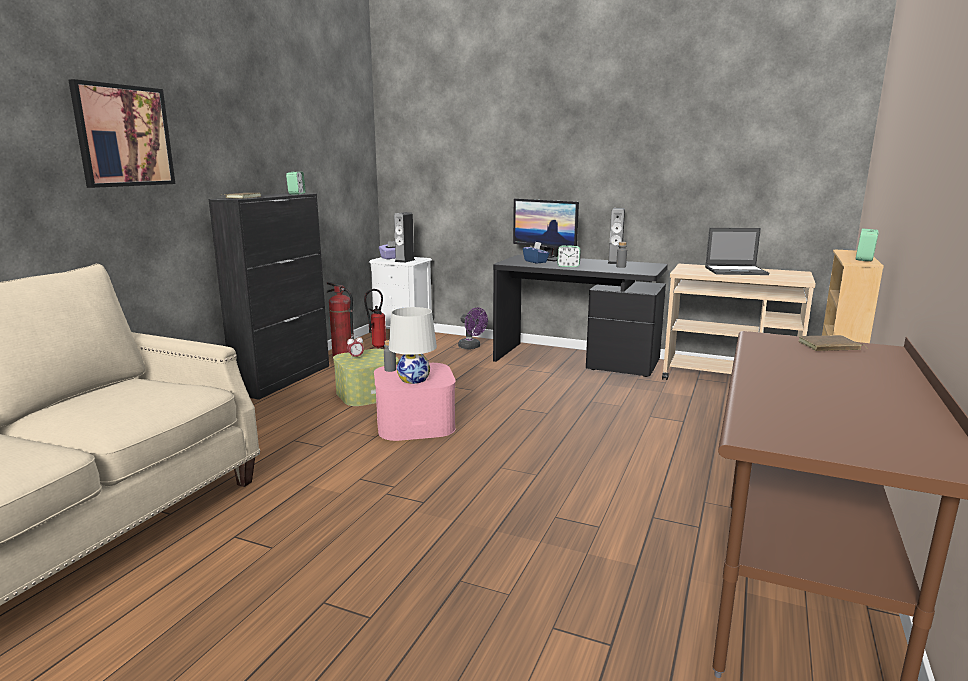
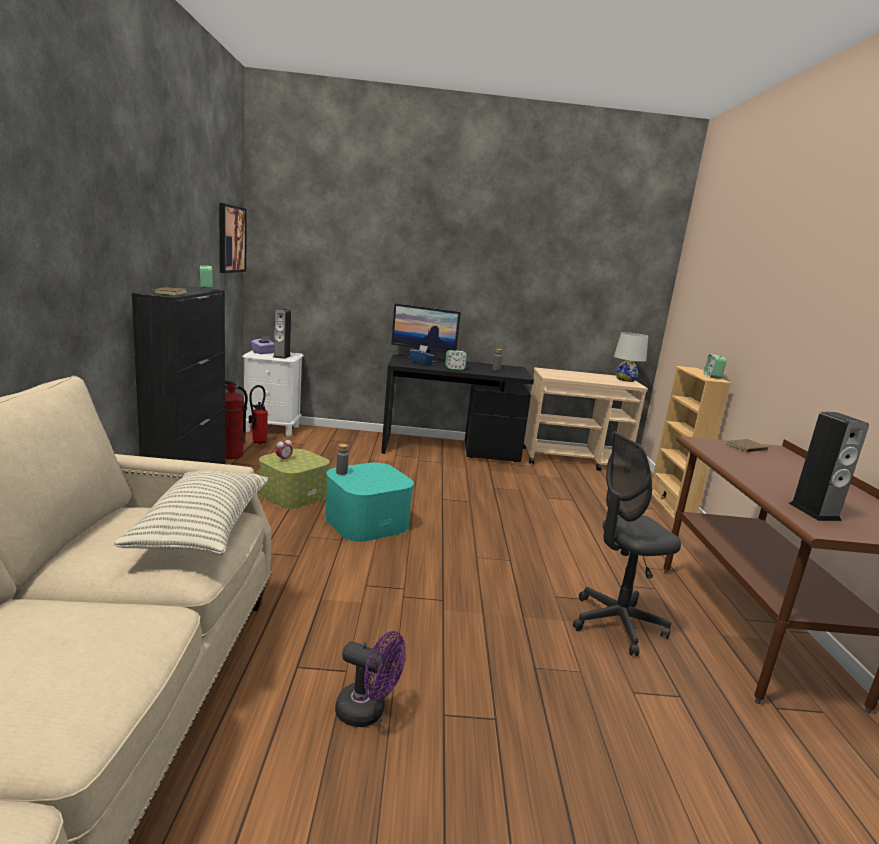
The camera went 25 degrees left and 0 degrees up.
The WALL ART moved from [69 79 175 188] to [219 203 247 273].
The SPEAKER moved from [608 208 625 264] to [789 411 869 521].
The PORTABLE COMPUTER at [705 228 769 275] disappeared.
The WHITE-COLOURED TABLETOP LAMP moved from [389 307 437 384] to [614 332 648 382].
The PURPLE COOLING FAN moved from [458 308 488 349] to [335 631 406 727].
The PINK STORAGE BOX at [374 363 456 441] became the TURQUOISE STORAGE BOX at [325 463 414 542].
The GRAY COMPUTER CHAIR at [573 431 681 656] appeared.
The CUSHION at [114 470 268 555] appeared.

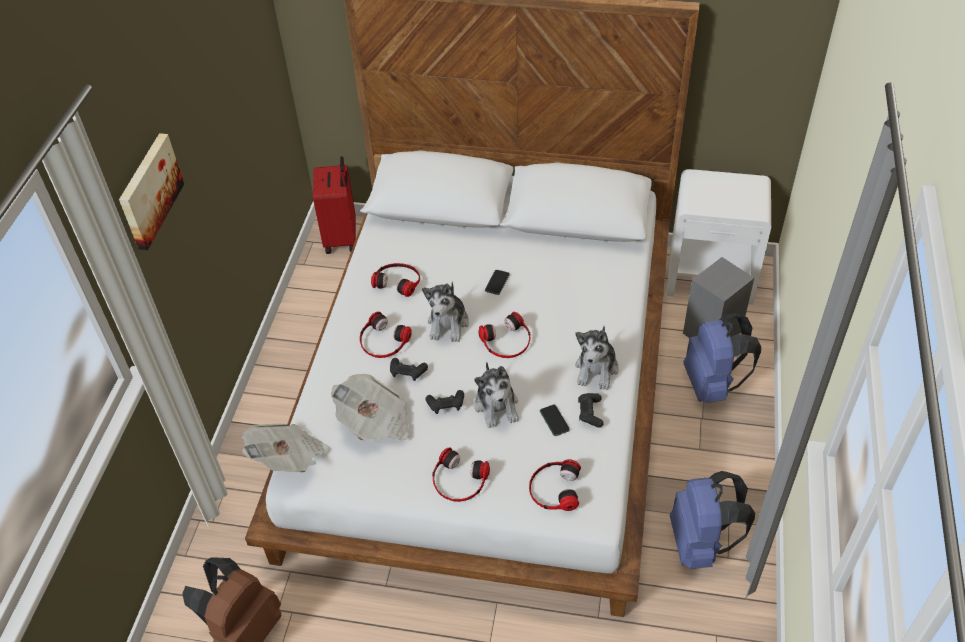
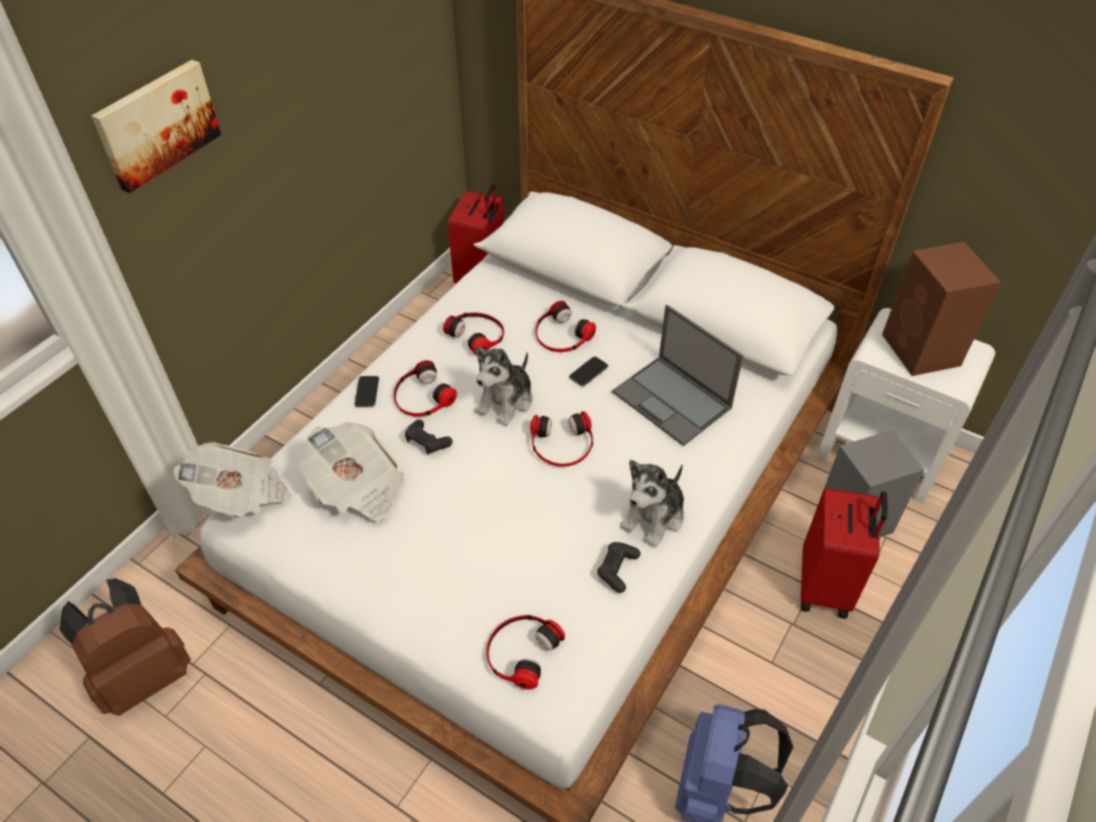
The camera went 20 degrees right and 0 degrees up.
The BLUE RUCKSACK at [683 313 761 403] was replaced by the RED PIECE OF LUGGAGE at [801 488 888 619].
The PLUSH TOY at [474 361 519 428] disappeared.
The BLACK GAME CONTROLLER at [425 390 464 414] disappeared.
The PHONE moved from [540 405 570 436] to [354 376 379 407].
The HEADPHONES moved from [432 447 490 502] to [535 301 596 352].
The BROWN SPEAKER at [882 242 1001 376] appeared.
The PORTABLE COMPUTER at [612 305 744 446] appeared.

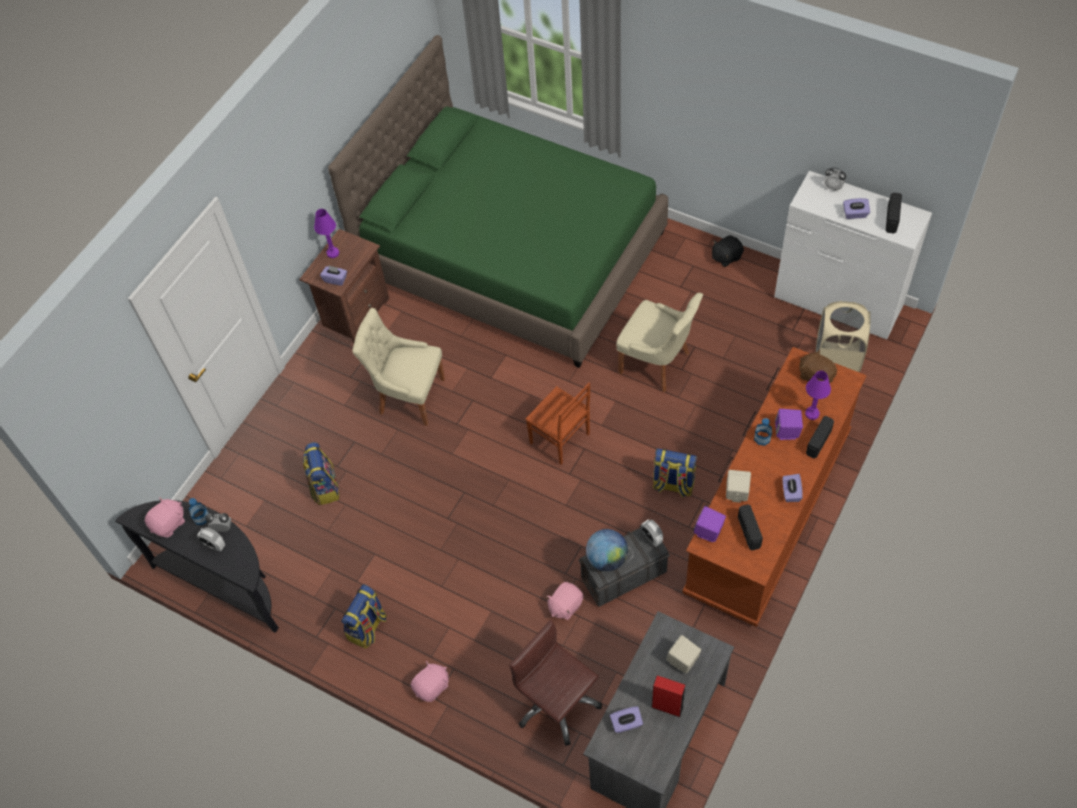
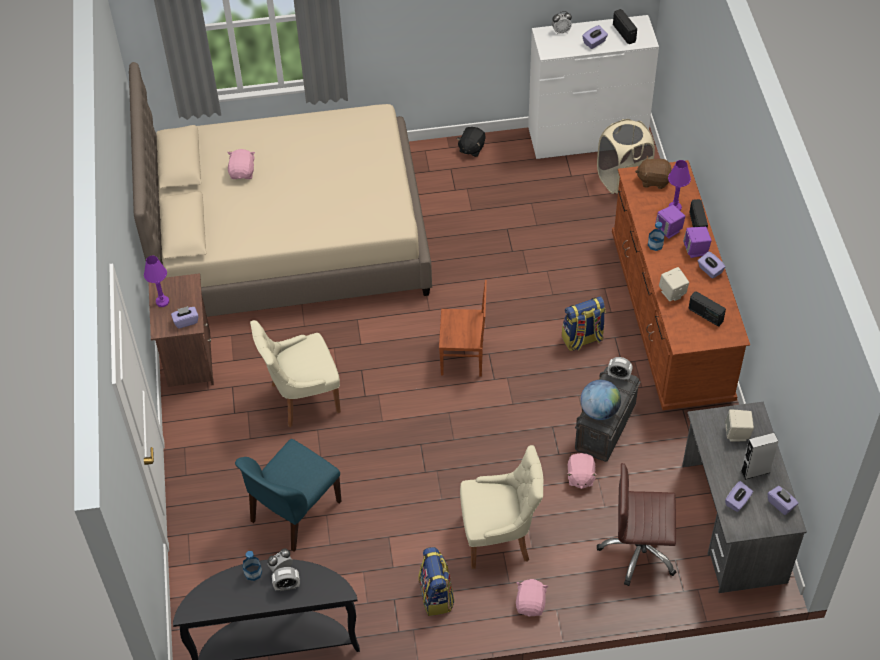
The camera went 40 degrees left and 5 degrees down.
The GREENISH BEDROOM BED at [328 35 668 368] became the BEIGE BEDROOM BED at [129 62 432 317].
The BEIGE CHAIR moved from [616 292 703 392] to [460 445 543 569].
The RUCKSACK at [303 442 339 505] was replaced by the BLUE CHAIR at [235 439 342 552].
The PINK PLUSH TOY moved from [145 497 185 537] to [227 149 255 179].
The PURPLE SPEAKER moved from [694 506 726 542] to [683 227 712 258].
The RED SPEAKER at [651 675 686 717] became the GRAY SPEAKER at [741 433 778 480].
The PURPLE BOX OF TISSUES at [768 486 799 515] appeared.

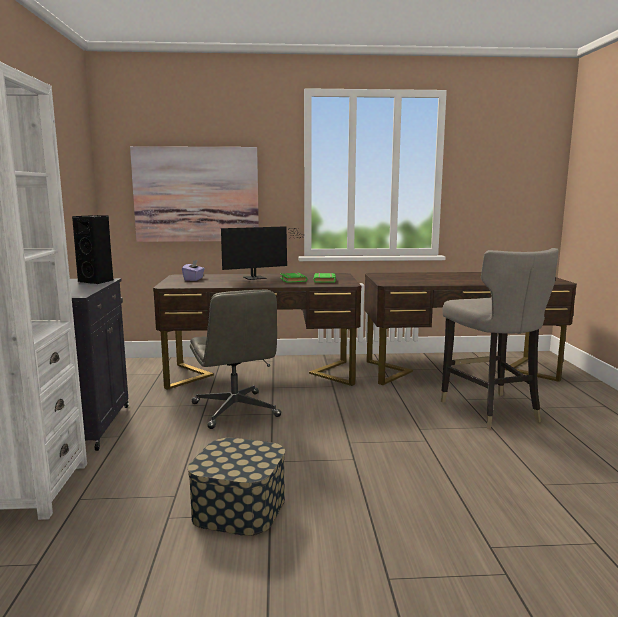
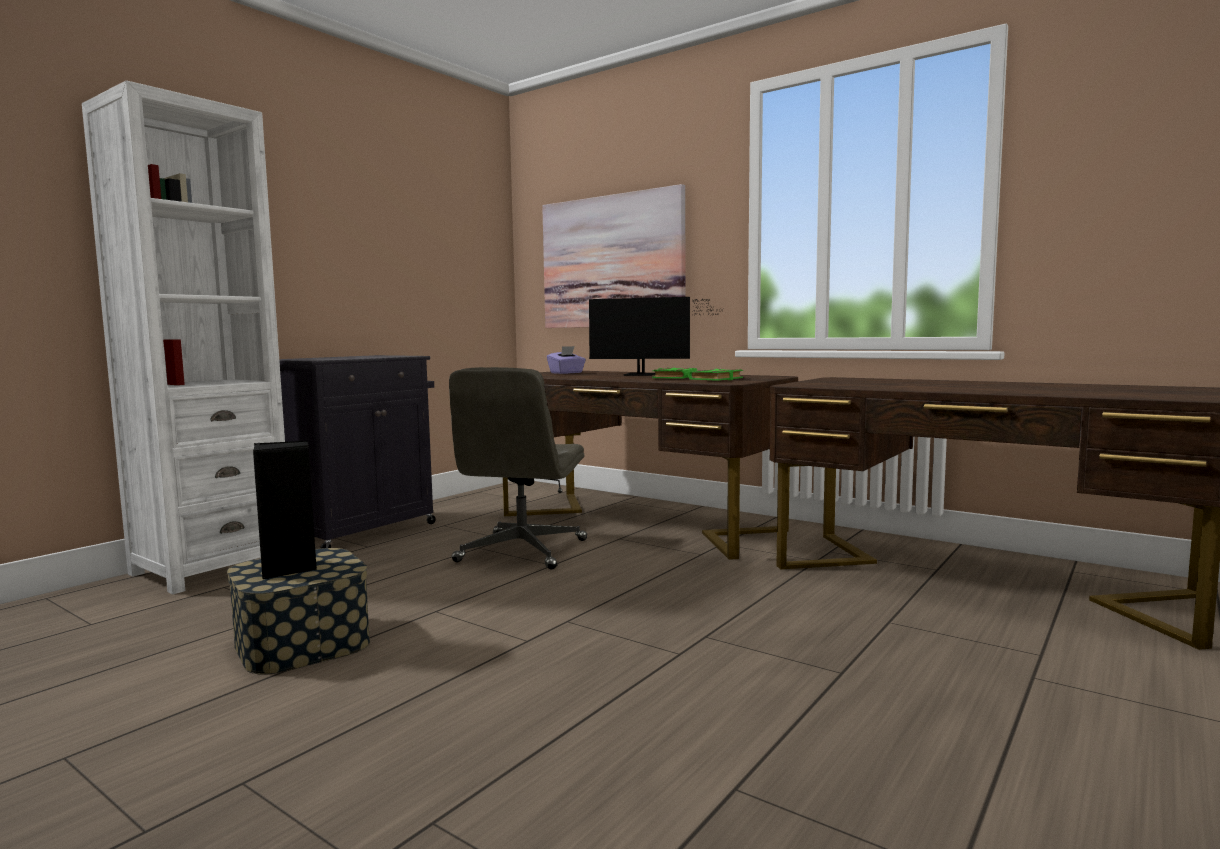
The camera went 40 degrees right and 5 degrees down.
The BLACK SPEAKER moved from [72 215 113 284] to [253 441 317 579].
The GRAY STOOL SEAT at [441 248 559 429] disappeared.

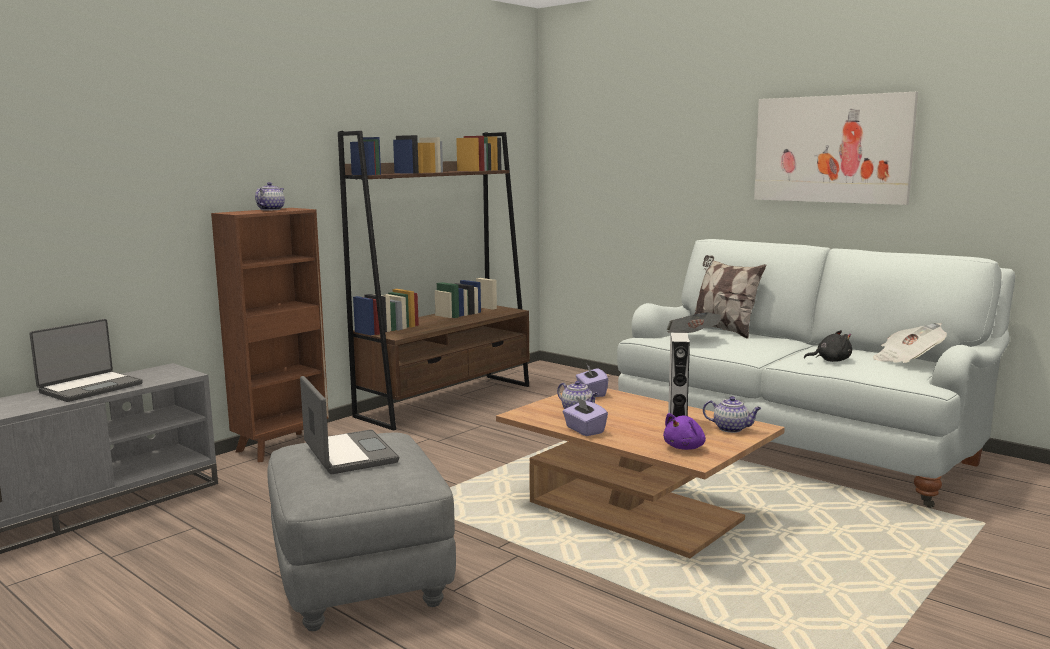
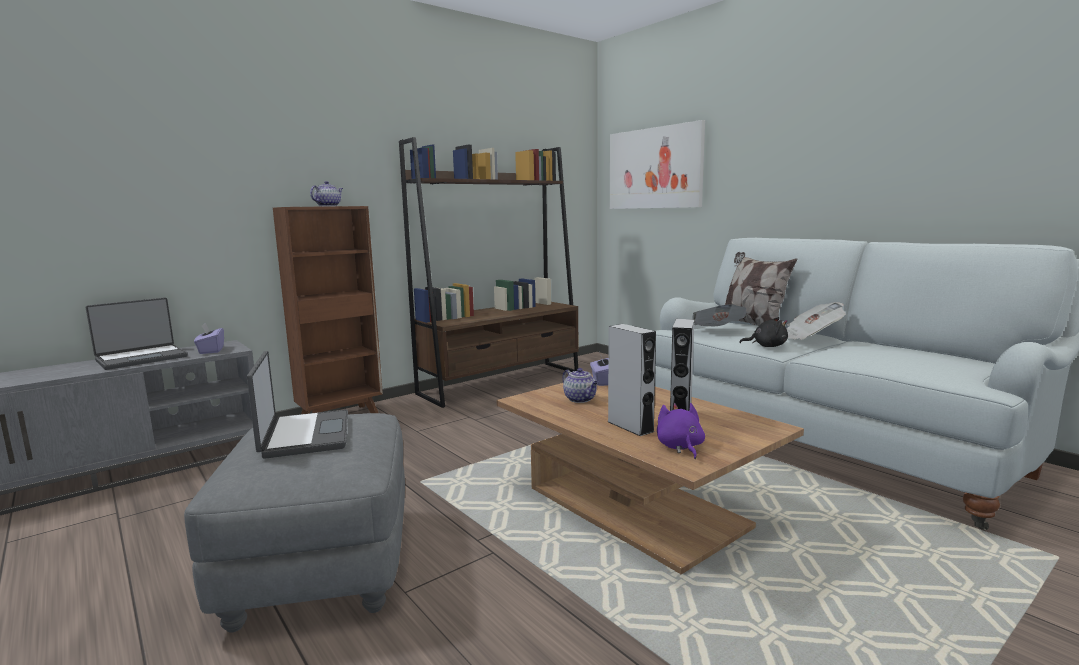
The camera went 10 degrees right and 0 degrees up.
The WALL ART moved from [754 92 918 205] to [610 120 705 209].
The PRINTED PAPER moved from [873 323 947 363] to [786 302 846 340].
The BLACK PLUSH TOY moved from [804 330 852 362] to [739 317 788 347].
The PURPLE BOX OF TISSUES moved from [563 396 608 436] to [194 323 224 354].
The TEAPOT at [703 396 762 433] disappeared.
The PURPLE PLUSH TOY at [663 413 706 450] turned 120 degrees clockwise.
The GRAY SPEAKER at [608 324 656 436] appeared.

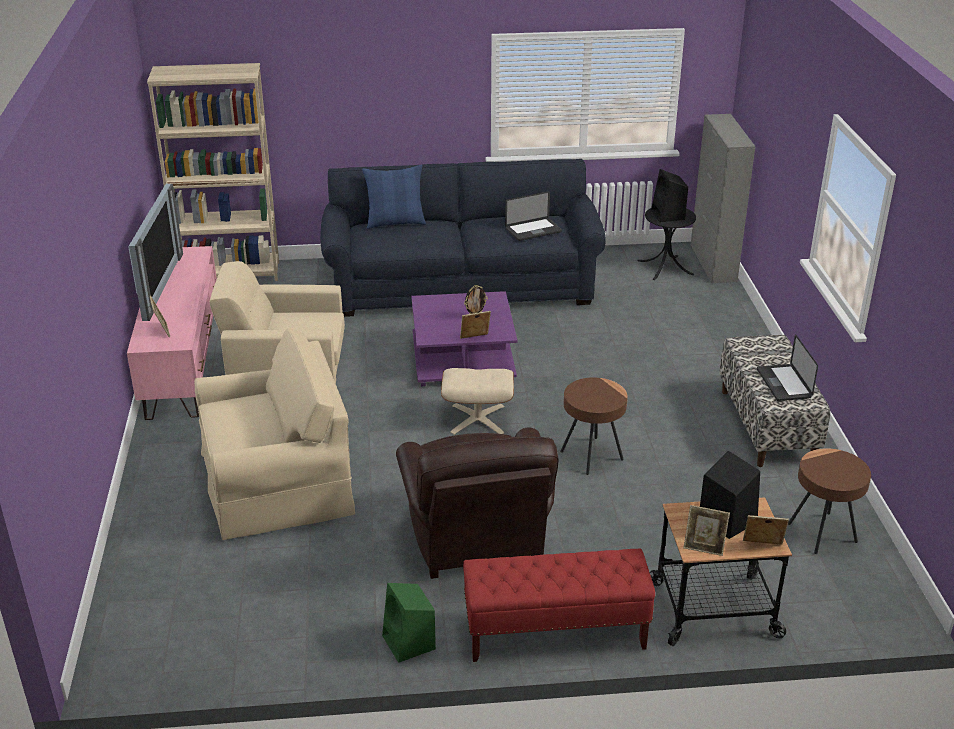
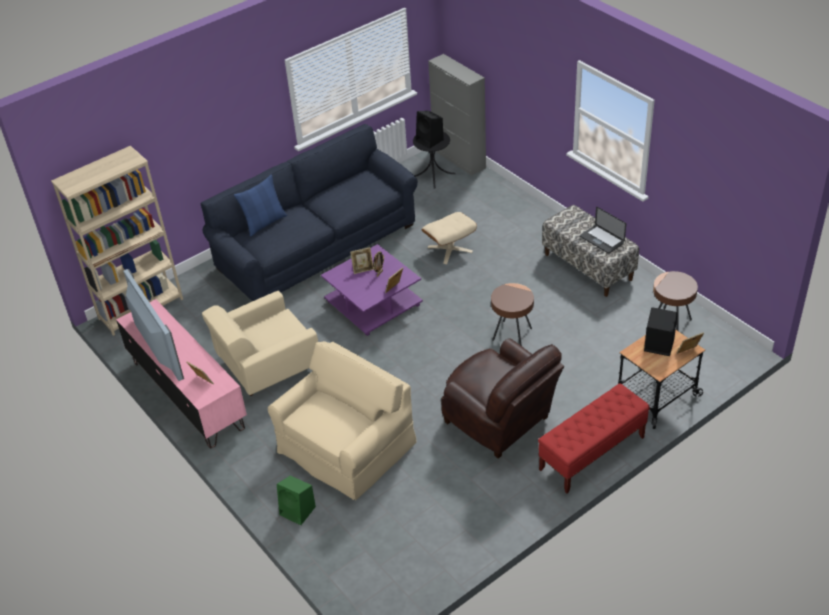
The camera went 30 degrees left and 10 degrees up.
The PORTABLE COMPUTER at [505 191 562 241] disappeared.
The BEIGE POUFFE moved from [441 368 514 435] to [421 212 477 264].
The PICTURE FRAME moved from [684 505 730 556] to [350 247 374 274].
The GREENISH SPEAKER moved from [382 583 436 663] to [277 476 316 525].

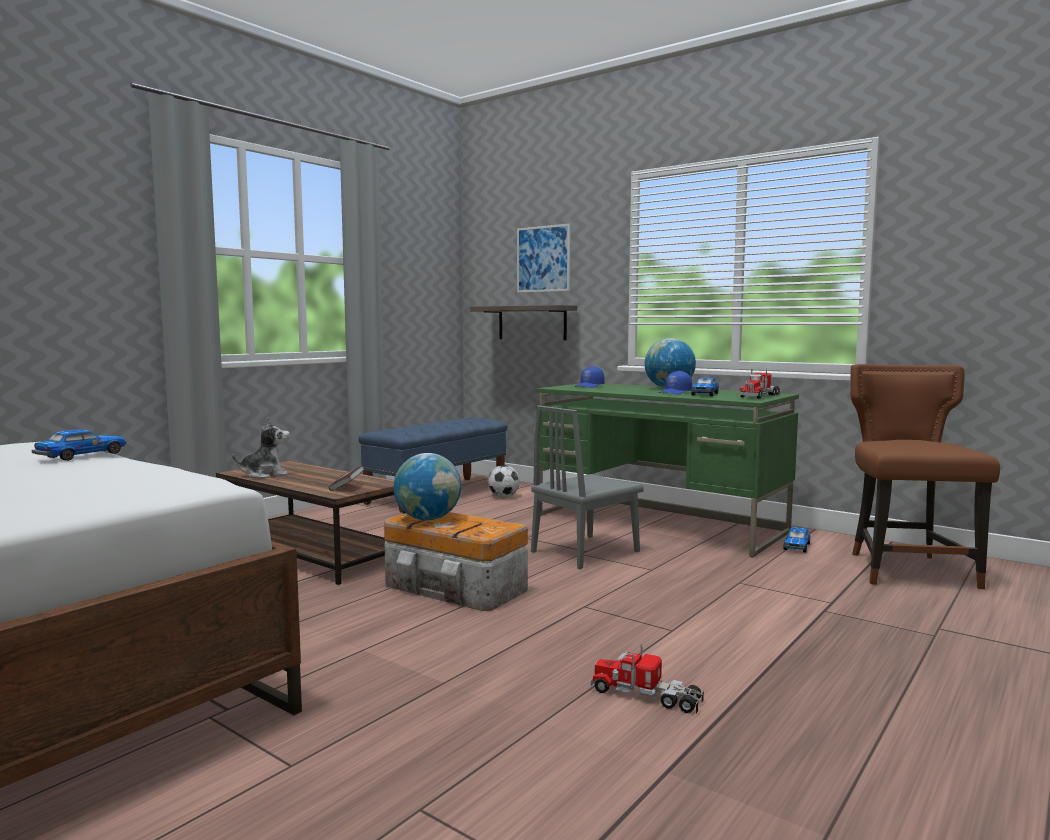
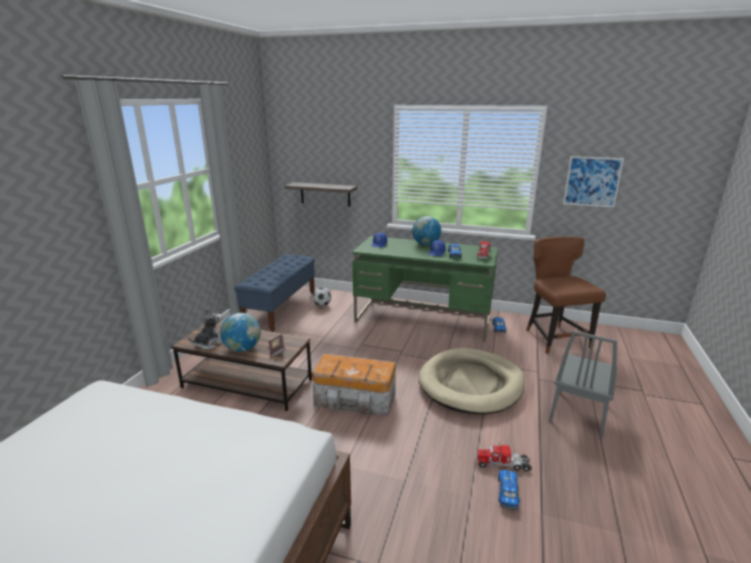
The camera went 20 degrees left and 15 degrees up.
The WALL ART moved from [517 223 570 293] to [563 156 624 207].
The GRAY CHAIR moved from [531 406 644 569] to [549 331 618 438].
The MODEL CAR moved from [32 429 127 461] to [498 470 520 510].
The WORLD GLOBE moved from [394 453 461 520] to [220 313 261 352].
The BEIGE PET BED at [418 348 525 414] appeared.

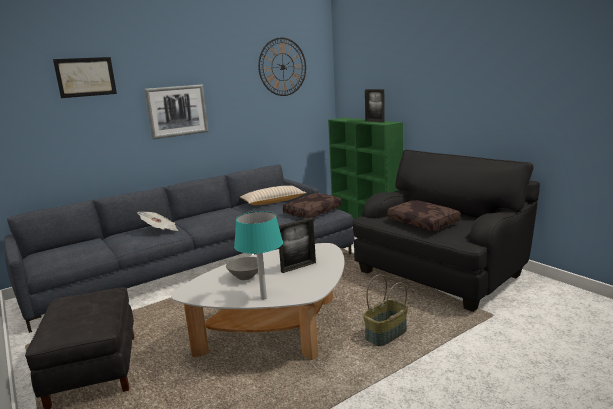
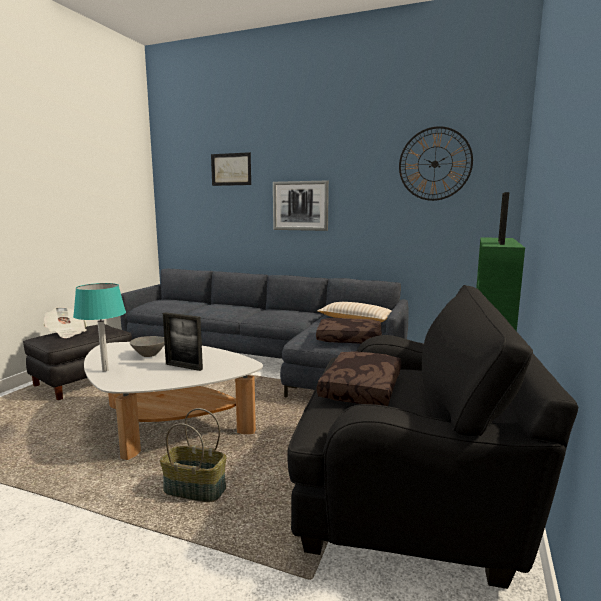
The camera went 55 degrees right and 5 degrees down.
The PRINTED PAPER moved from [137 212 178 231] to [43 307 87 338].

